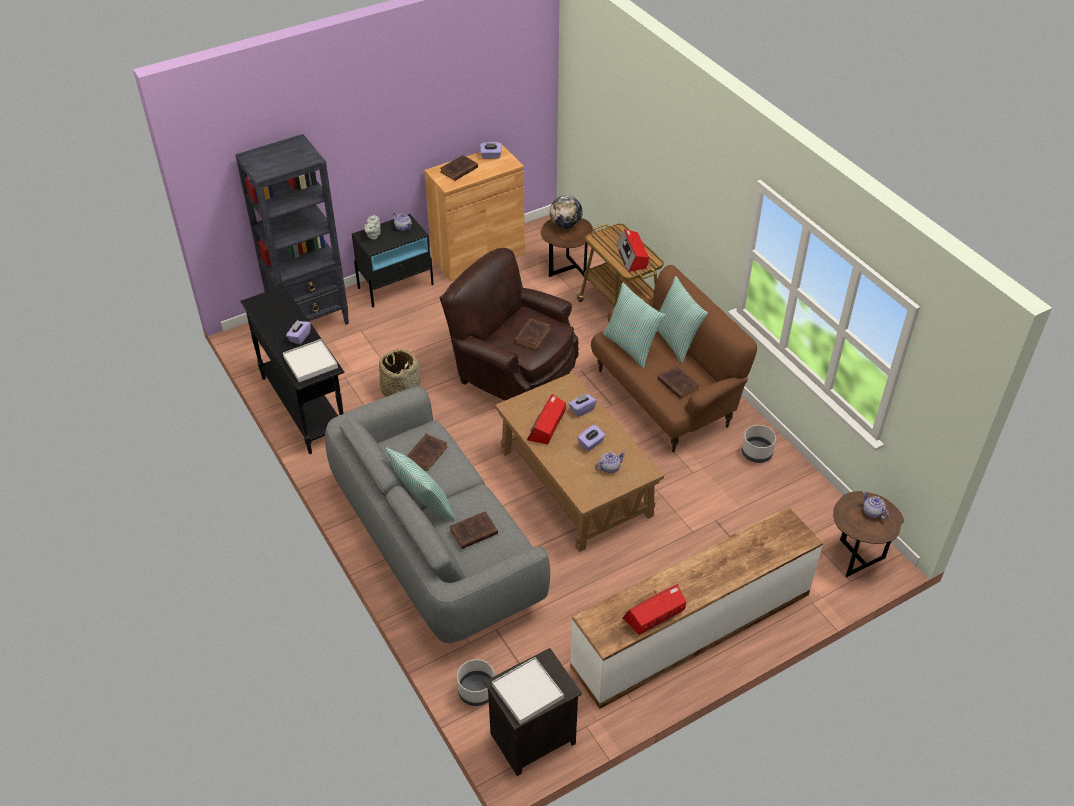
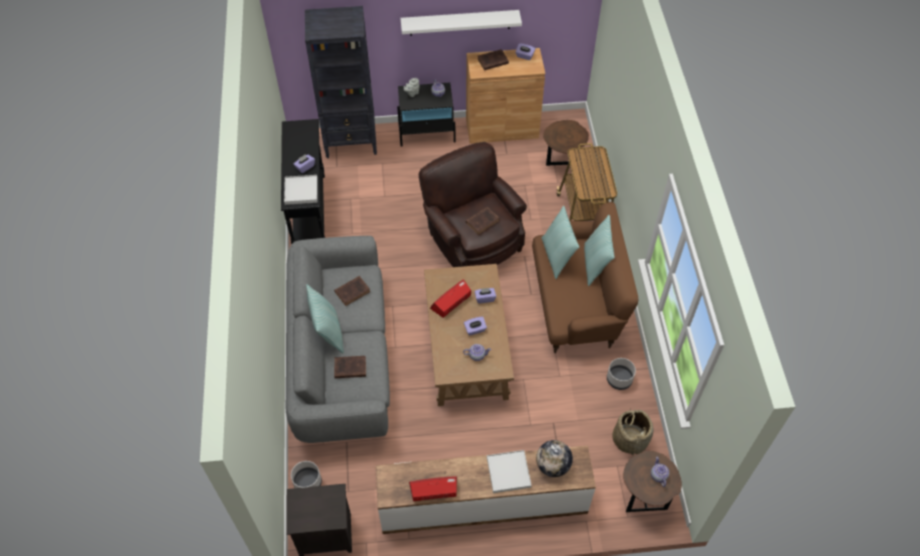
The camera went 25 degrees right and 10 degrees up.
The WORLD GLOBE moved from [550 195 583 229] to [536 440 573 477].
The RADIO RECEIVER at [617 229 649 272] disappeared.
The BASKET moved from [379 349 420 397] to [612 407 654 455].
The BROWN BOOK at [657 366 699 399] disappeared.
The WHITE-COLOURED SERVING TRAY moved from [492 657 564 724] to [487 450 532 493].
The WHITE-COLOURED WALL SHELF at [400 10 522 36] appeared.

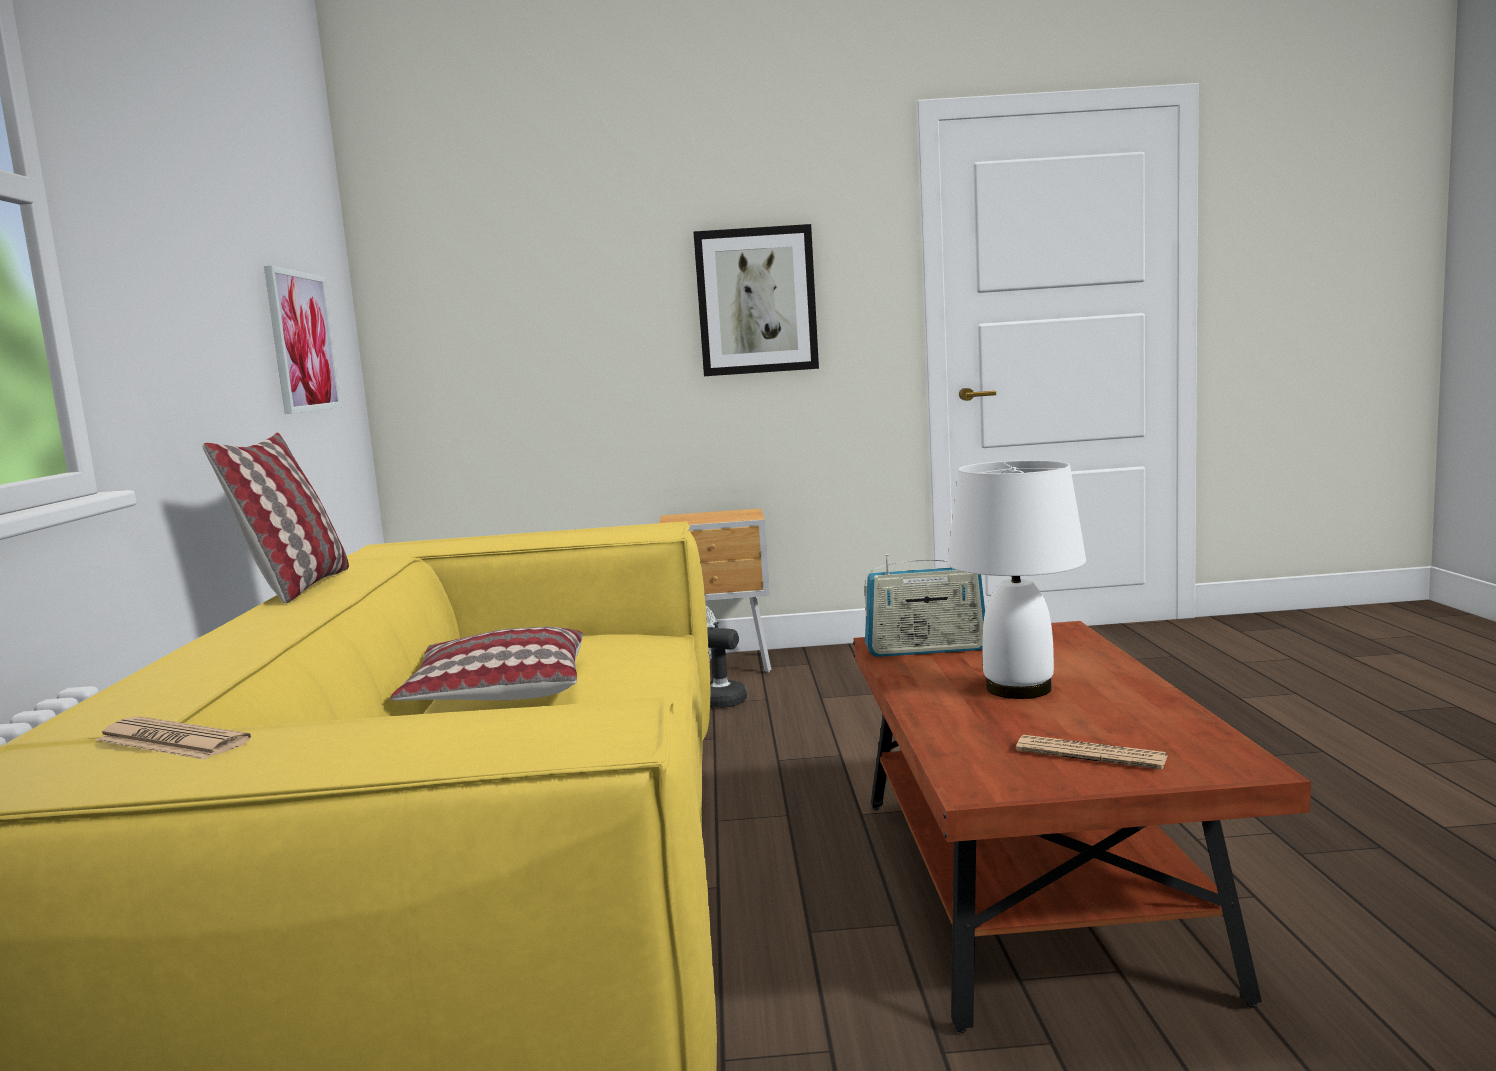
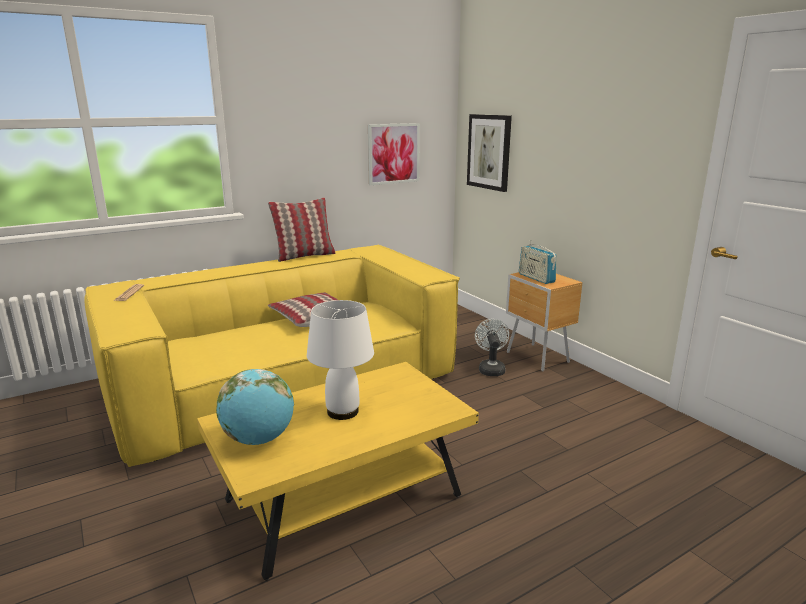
The camera went 60 degrees right and 10 degrees up.
The WALL ART moved from [694 224 819 376] to [467 114 512 192].
The RADIO RECEIVER moved from [864 554 985 657] to [519 240 557 284].
The BROWN COFFEE TABLE at [853 621 1311 1033] became the YELLOWISH COFFEE TABLE at [197 362 479 581].
The PRINTED PAPER at [1016 735 1168 770] was replaced by the WORLD GLOBE at [216 369 294 445].

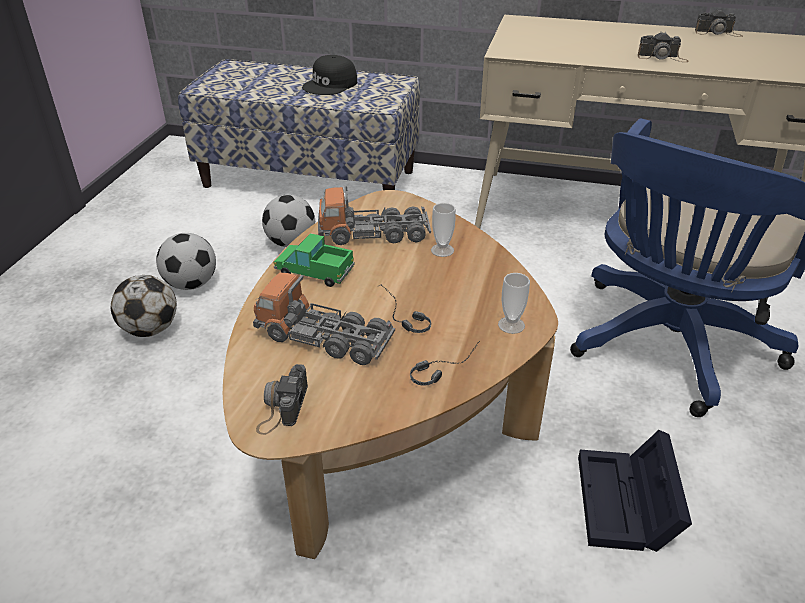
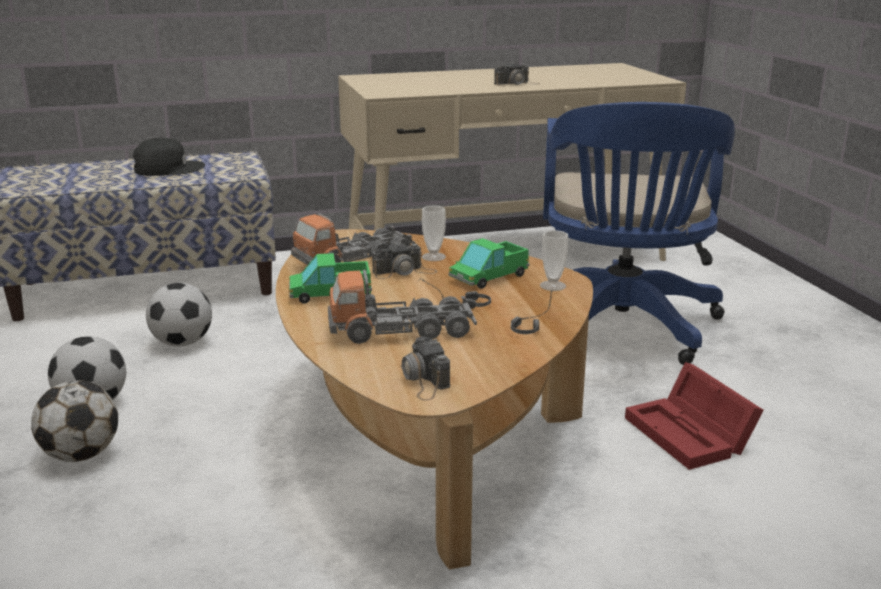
The camera went 30 degrees left and 15 degrees down.
The STILL CAMERA moved from [695 9 743 37] to [372 241 438 279].
The BLACK BASEBALL CAP at [302 55 357 95] turned 120 degrees counterclockwise.
The BLACK STORAGE BOX at [578 430 692 552] became the RED STORAGE BOX at [625 362 764 470].
The MODEL TRUCK at [448 238 529 289] appeared.

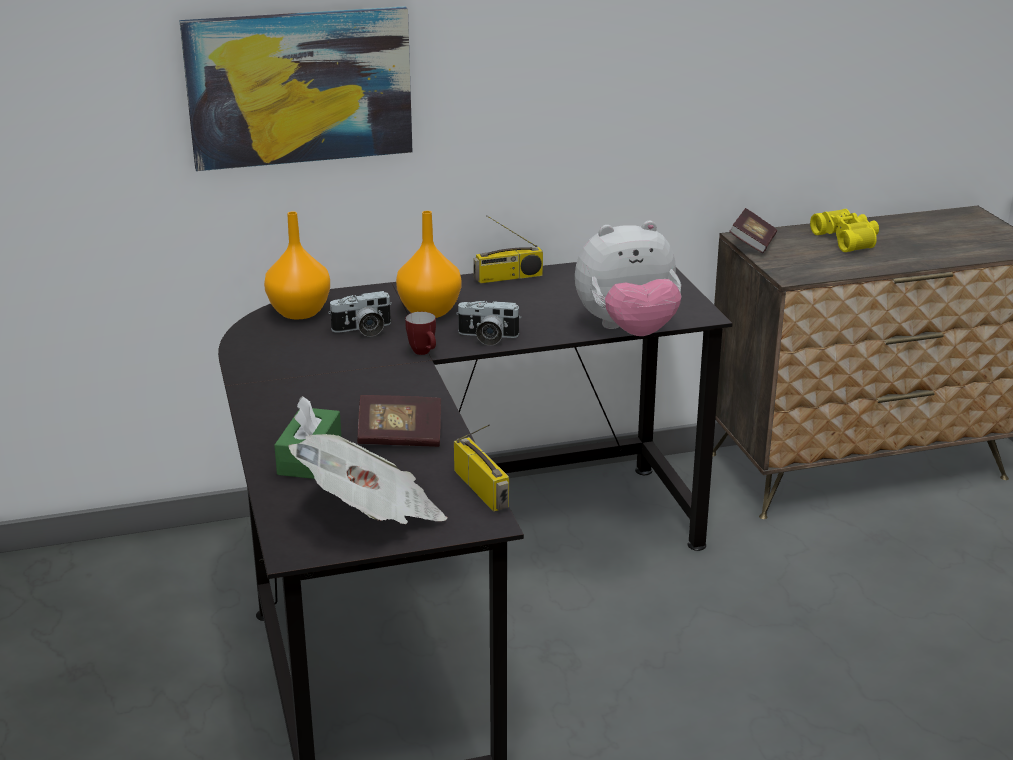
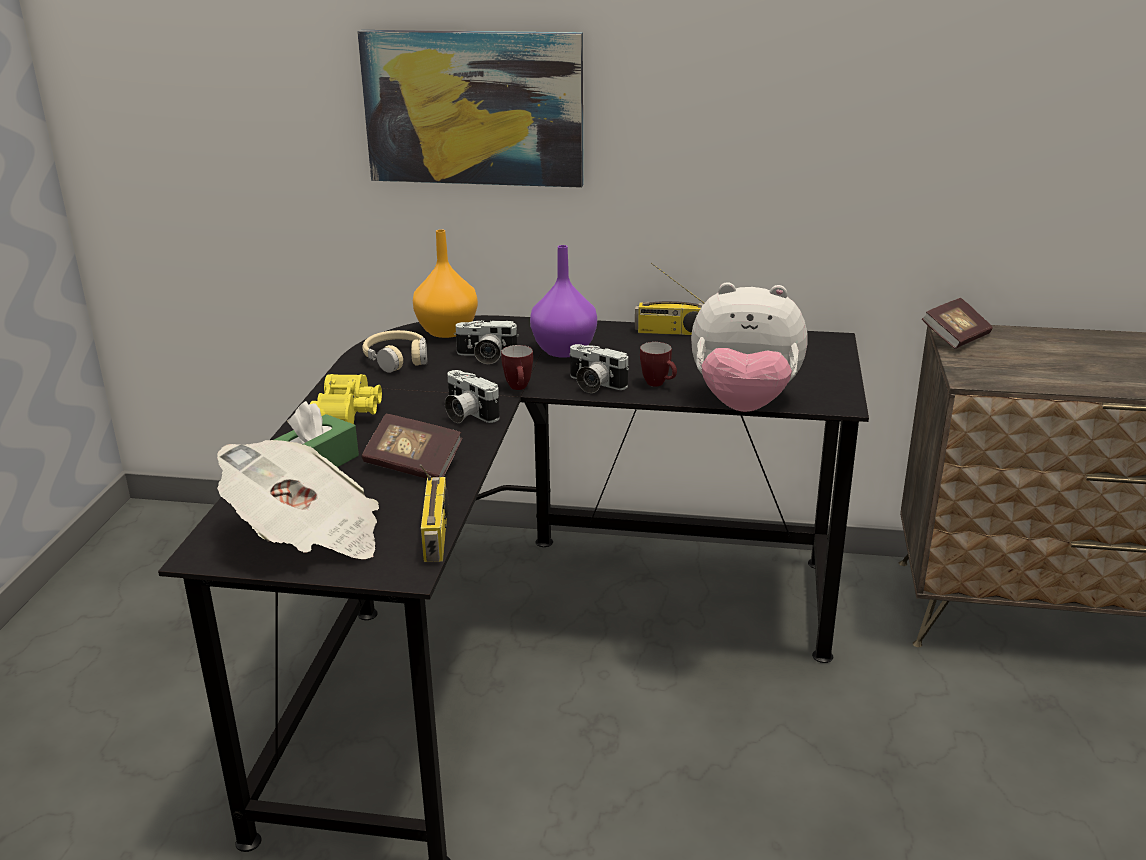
The camera went 25 degrees right and 0 degrees up.
The YELLOWISH PAIR OF BINOCULARS moved from [810 209 879 252] to [310 374 382 424].
The ORANGE DECORATIVE VASE at [396 211 461 318] became the PURPLE DECORATIVE VASE at [530 245 597 358].
The BEIGE HEADPHONES at [362 330 427 373] appeared.
The TEA MUG at [640 342 677 387] appeared.
The STILL CAMERA at [445 370 500 423] appeared.

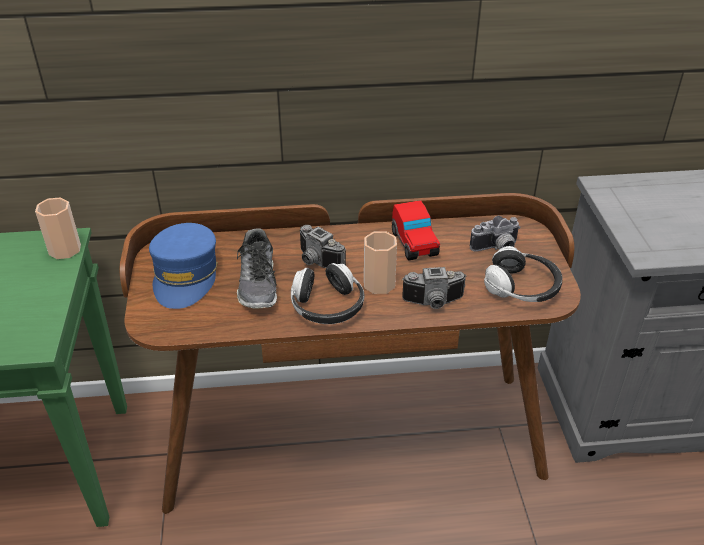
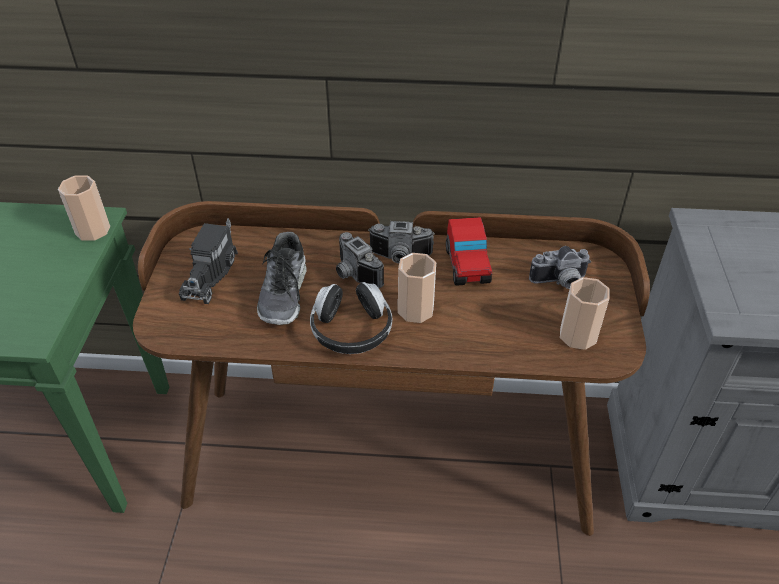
The camera went 10 degrees right and 5 degrees up.
The BLUE BASEBALL CAP at [149 223 218 309] was replaced by the MODEL TRUCK at [179 218 238 304].
The HEADPHONES at [484 246 563 302] was replaced by the DRINKING CUP at [560 277 609 350].
The STILL CAMERA moved from [402 267 467 309] to [368 221 435 264].

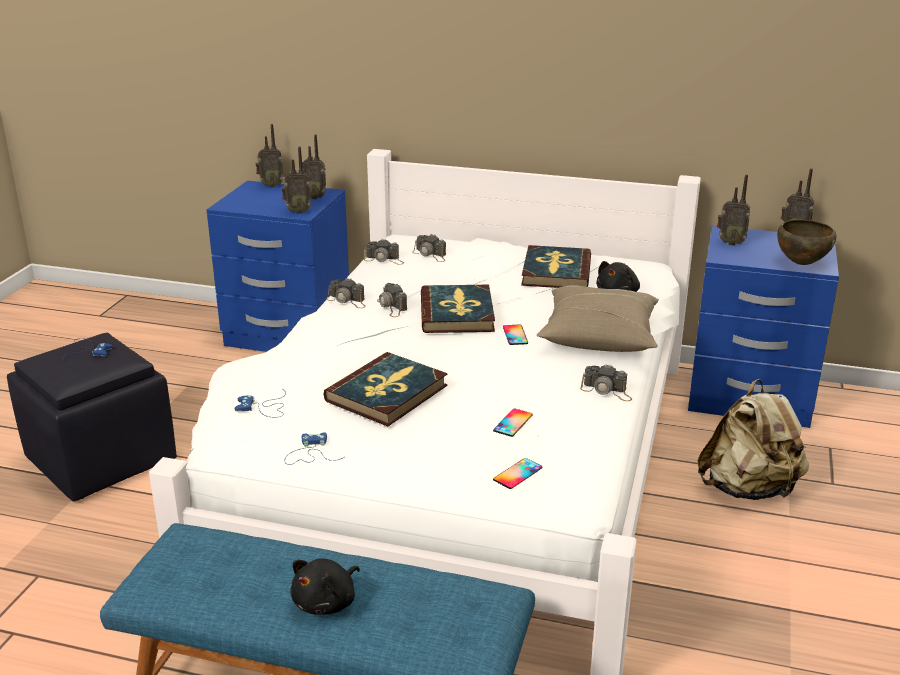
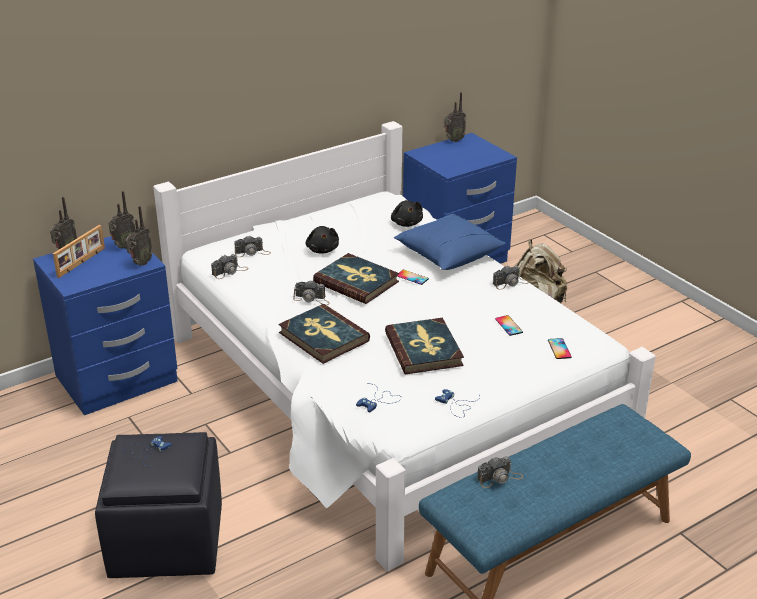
The camera went 50 degrees left and 5 degrees up.
The RADIO RECEIVER at [717 175 750 246] disappeared.
The BROWN DEEP DISH at [777 220 837 265] disappeared.
The BOOK moved from [521 245 591 288] to [279 304 370 364].
The STILL CAMERA moved from [326 278 366 308] to [477 456 523 488].
The BEIGE CUSHION at [537 285 659 352] became the BLUE CUSHION at [394 214 506 270].
The BLACK PLUSH TOY moved from [290 558 360 615] to [306 226 339 254].
The PICTURE FRAME at [53 225 105 278] appeared.

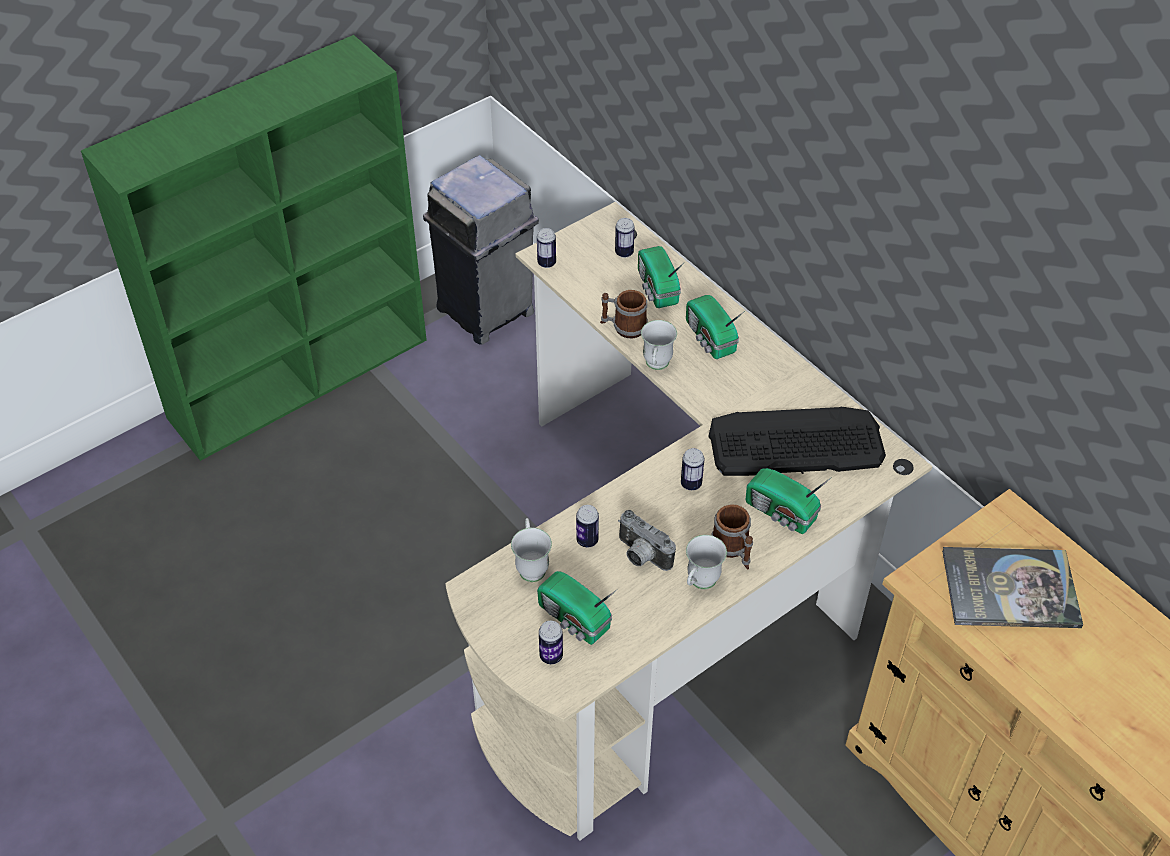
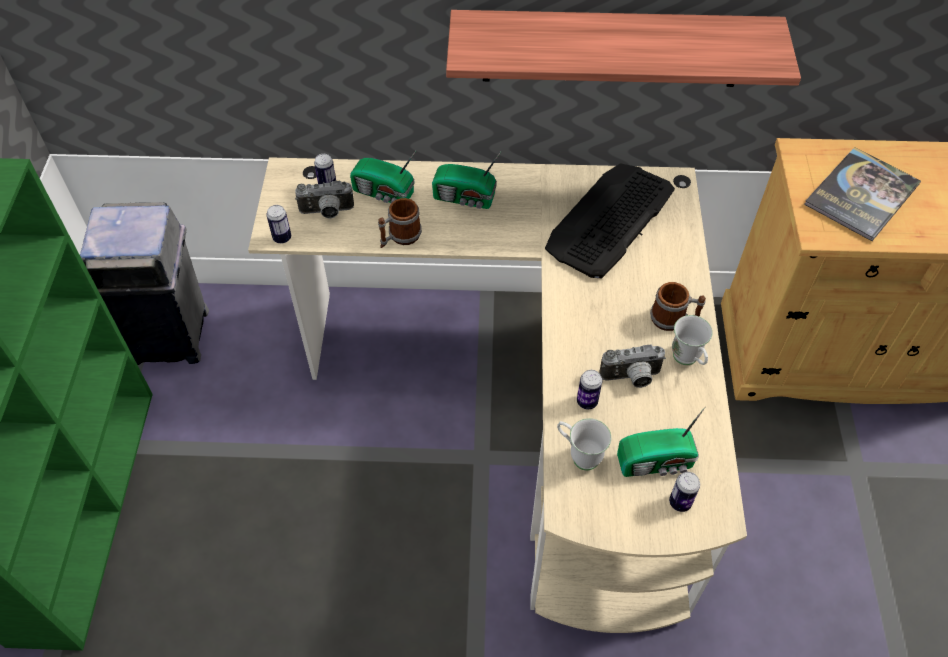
The camera went 50 degrees left and 5 degrees up.
The WHITE-COLOURED TEA MUG at [641 320 677 370] disappeared.
The SEALED CAN at [681 448 704 490] disappeared.
The RADIO RECEIVER at [746 468 832 534] disappeared.
The WALL SHELF at [446 10 801 87] appeared.
The STILL CAMERA at [295 181 354 219] appeared.

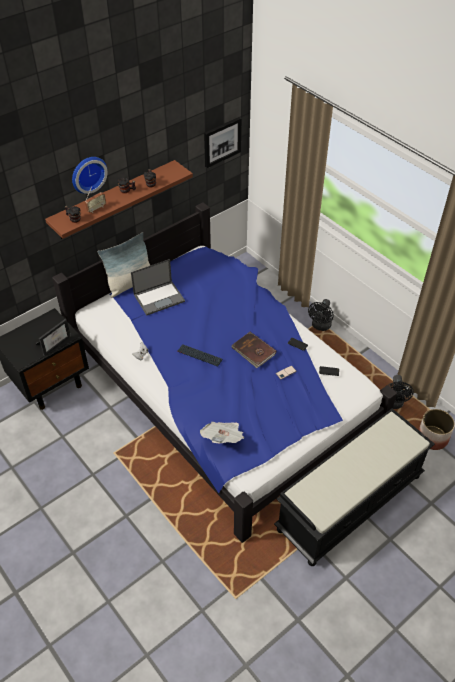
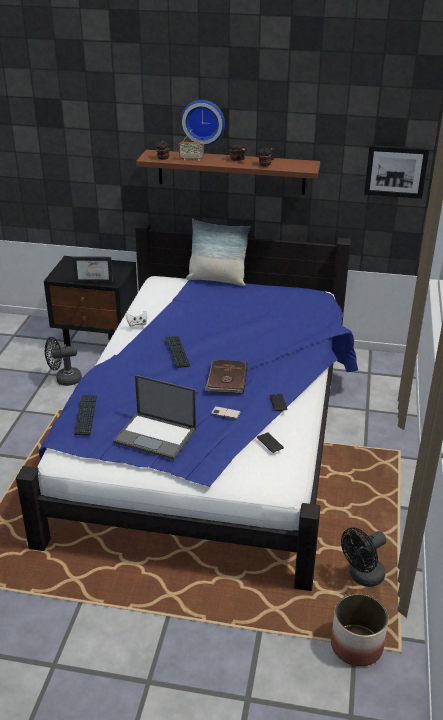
The camera went 50 degrees right and 15 degrees down.
The PORTABLE COMPUTER moved from [131 259 185 316] to [113 375 196 460].
The BLACK COOLING FAN moved from [308 299 334 331] to [45 337 82 386].
The BLACK INDOOR BENCH at [274 408 435 566] disappeared.
The PRINTED PAPER at [200 422 244 443] was replaced by the PC KEYBOARD at [74 395 97 436].

